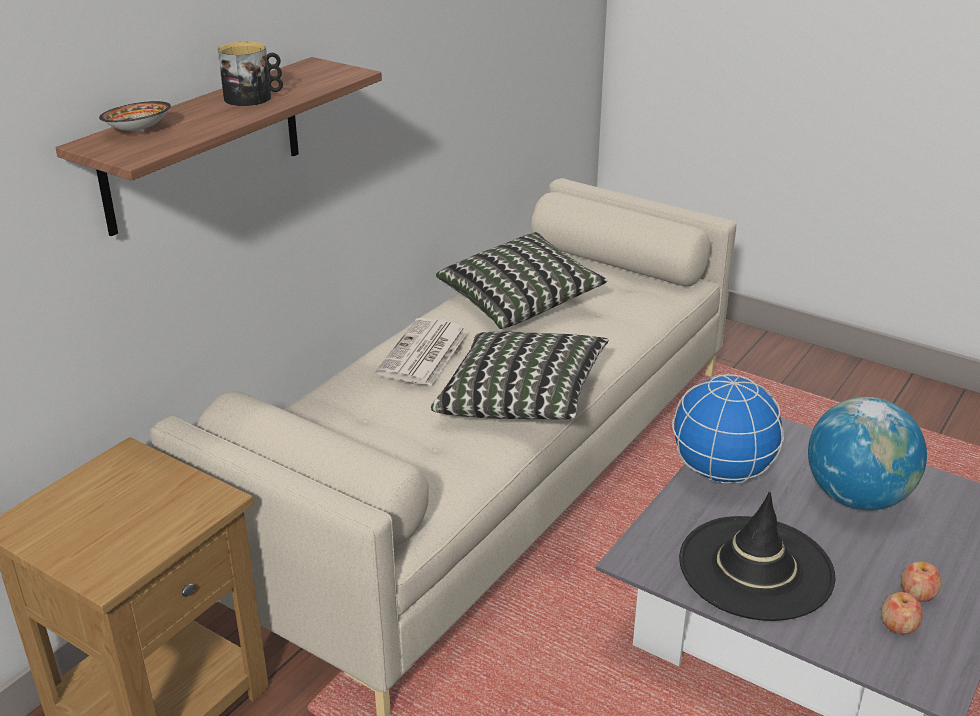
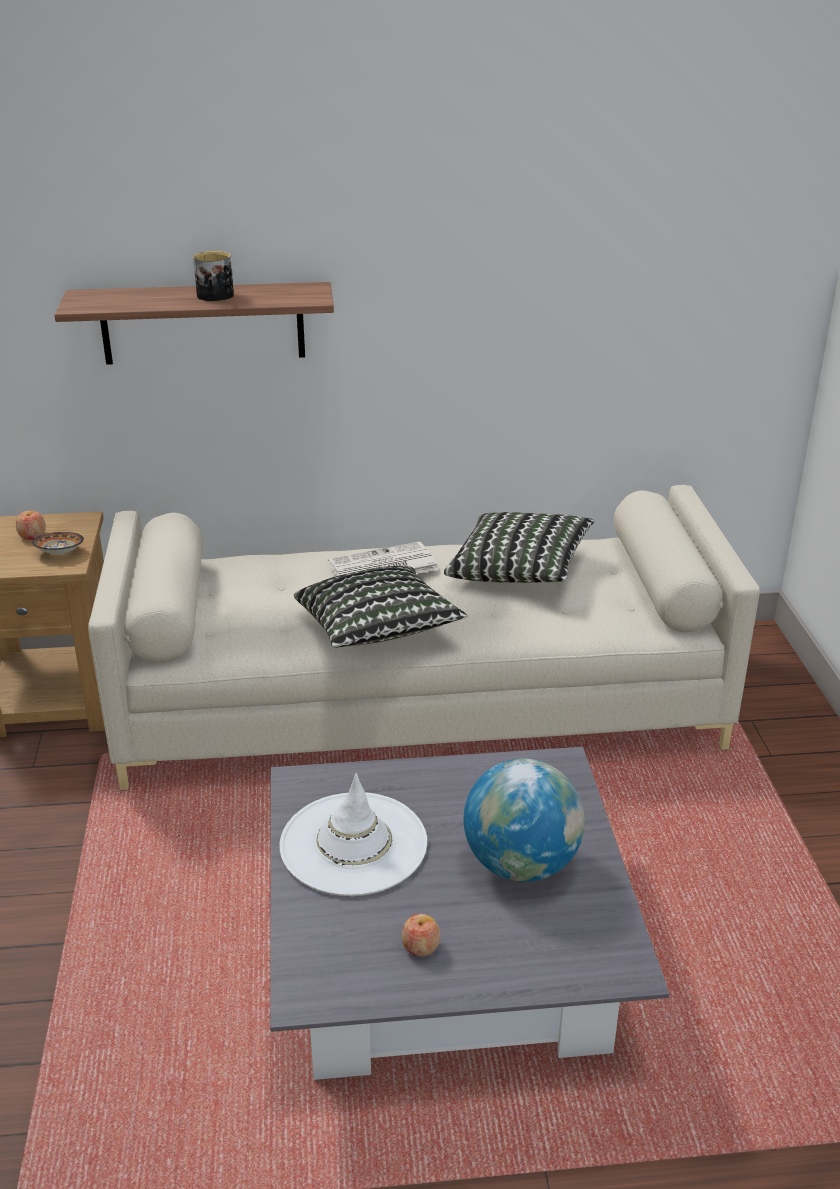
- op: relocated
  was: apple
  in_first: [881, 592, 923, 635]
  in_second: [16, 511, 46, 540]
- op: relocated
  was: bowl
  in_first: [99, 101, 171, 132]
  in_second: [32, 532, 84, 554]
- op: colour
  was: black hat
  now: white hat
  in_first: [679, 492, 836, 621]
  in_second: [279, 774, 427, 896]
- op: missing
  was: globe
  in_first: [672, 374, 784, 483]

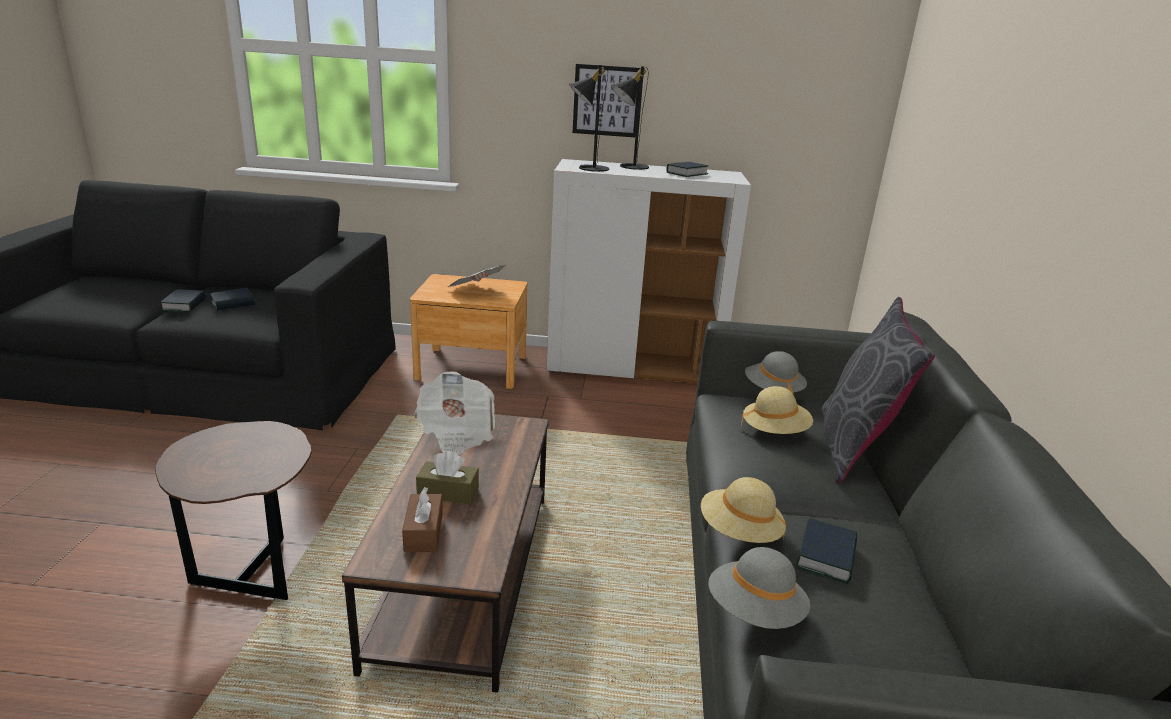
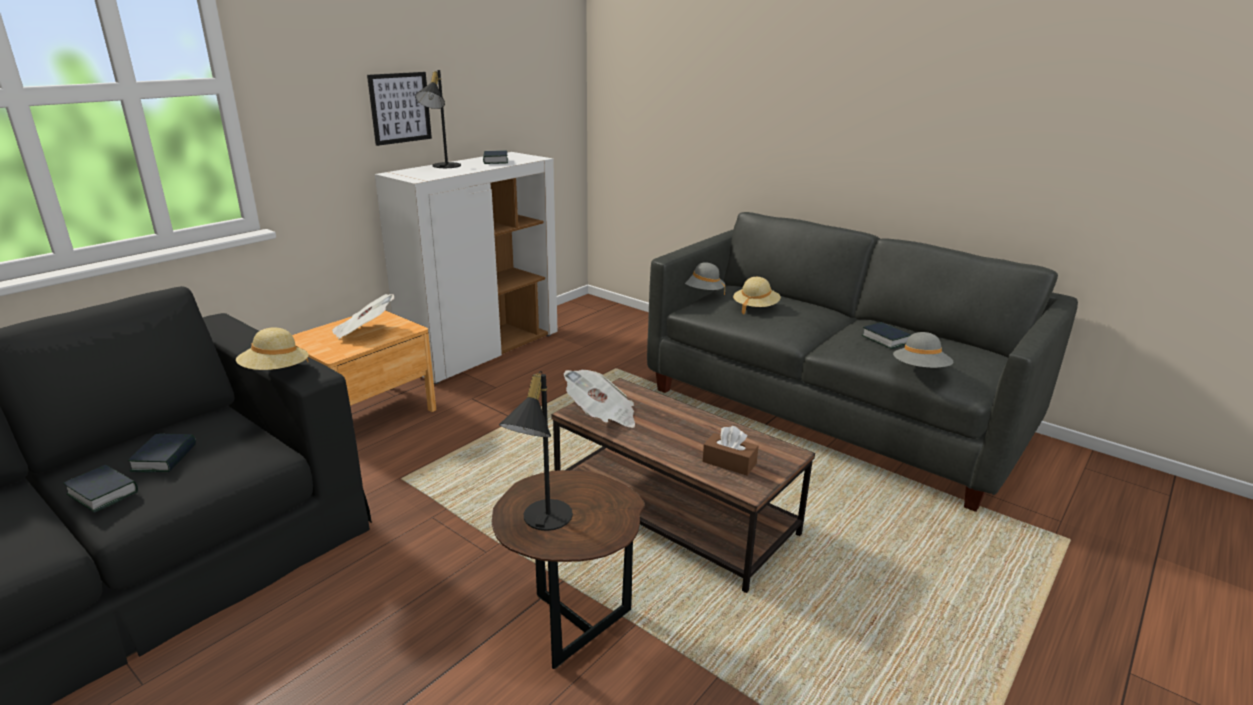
- op: relocated
  was: beige hat
  in_first: [701, 477, 786, 543]
  in_second: [236, 328, 309, 370]
- op: relocated
  was: black table lamp
  in_first: [569, 65, 609, 172]
  in_second: [499, 371, 573, 531]
- op: missing
  was: brown tissue box
  in_first: [416, 451, 479, 504]
- op: missing
  was: grey pillow
  in_first: [821, 297, 935, 484]

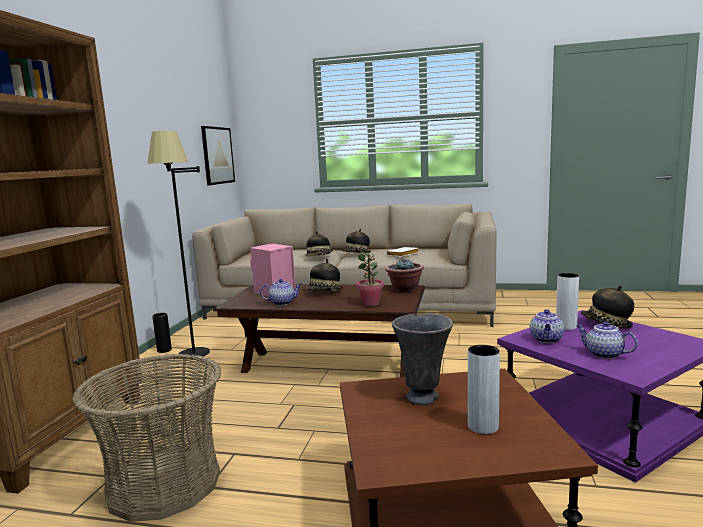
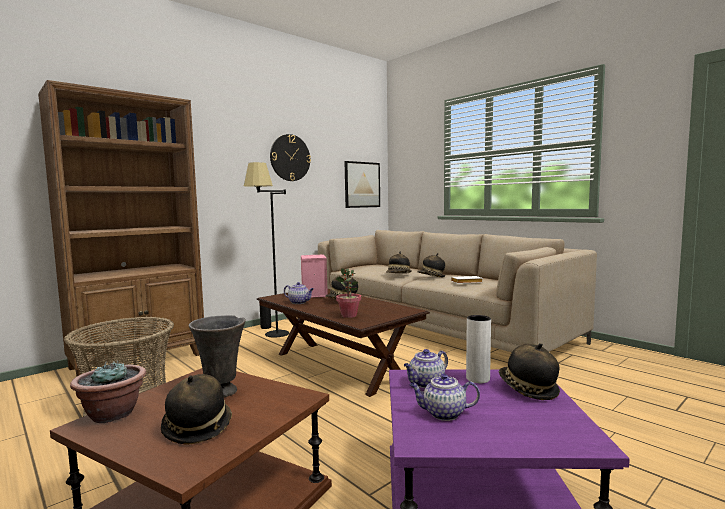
- op: relocated
  was: potted plant
  in_first: [385, 258, 424, 293]
  in_second: [70, 360, 146, 423]
- op: exchanged
  was: grey vase
  now: hat
  in_first: [468, 345, 500, 434]
  in_second: [161, 374, 232, 445]
- op: appeared
  now: wall clock
  in_second: [270, 134, 311, 181]
- op: spun
  was: teapot
  in_first: [576, 321, 638, 359]
  in_second: [409, 374, 480, 421]
  clockwise: -75

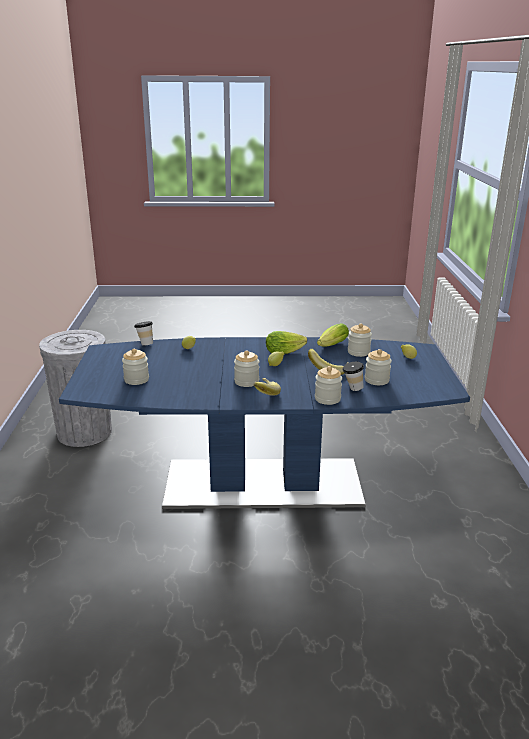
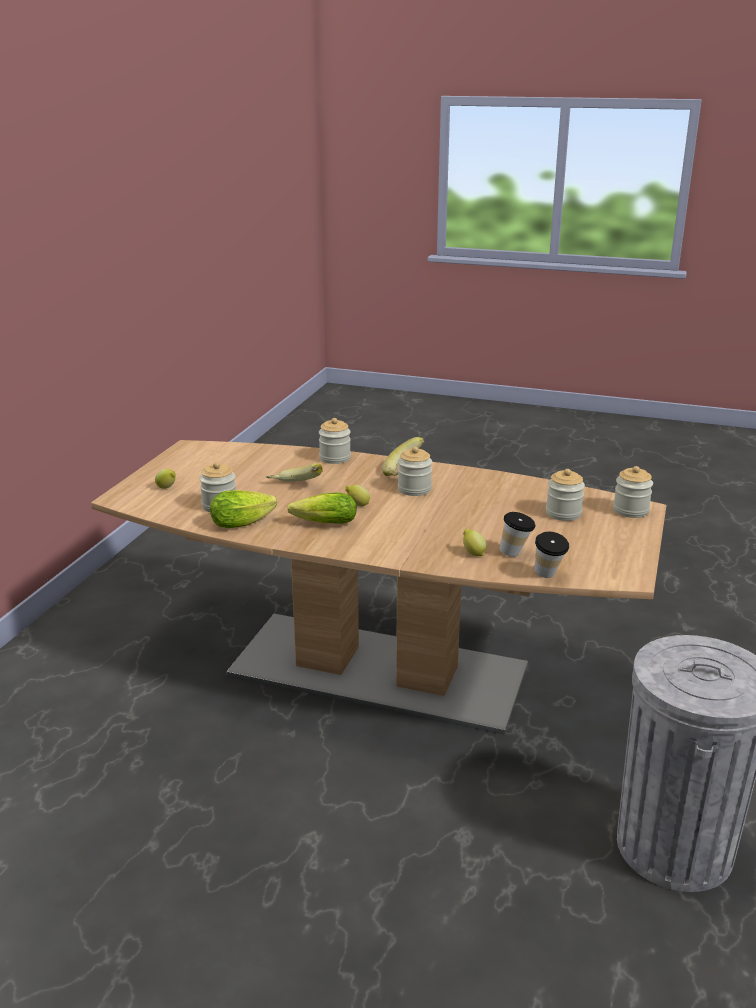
- op: colour
  was: blue dining table
  now: brown dining table
  in_first: [59, 337, 470, 509]
  in_second: [91, 440, 666, 735]
- op: relocated
  was: cup
  in_first: [342, 362, 364, 391]
  in_second: [500, 512, 536, 557]
- op: relocated
  was: jar
  in_first: [365, 349, 392, 385]
  in_second: [613, 466, 653, 518]

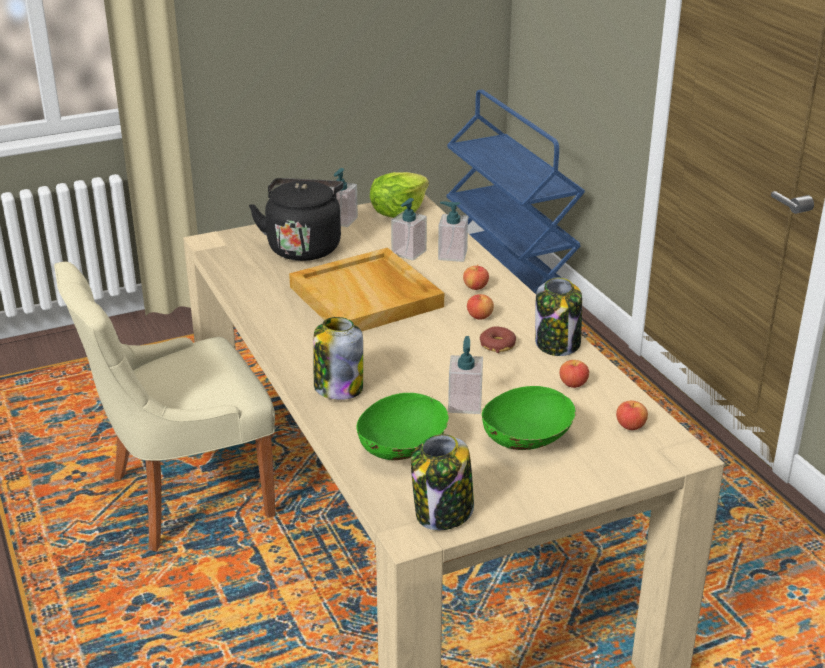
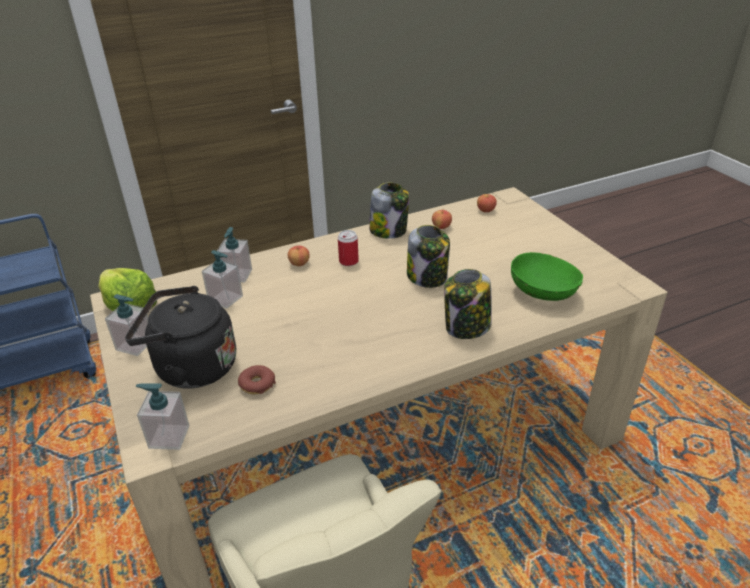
- op: relocated
  was: soap dispenser
  in_first: [448, 336, 483, 414]
  in_second: [136, 383, 190, 450]
- op: relocated
  was: donut
  in_first: [480, 326, 516, 353]
  in_second: [238, 365, 276, 394]
- op: exchanged
  was: apple
  now: can
  in_first: [467, 294, 494, 320]
  in_second: [338, 230, 359, 266]
- op: relocated
  was: jar
  in_first: [411, 434, 474, 530]
  in_second: [407, 225, 450, 288]
- op: missing
  was: beige tray
  in_first: [289, 248, 444, 331]
- op: missing
  was: green bowl
  in_first: [482, 386, 576, 450]

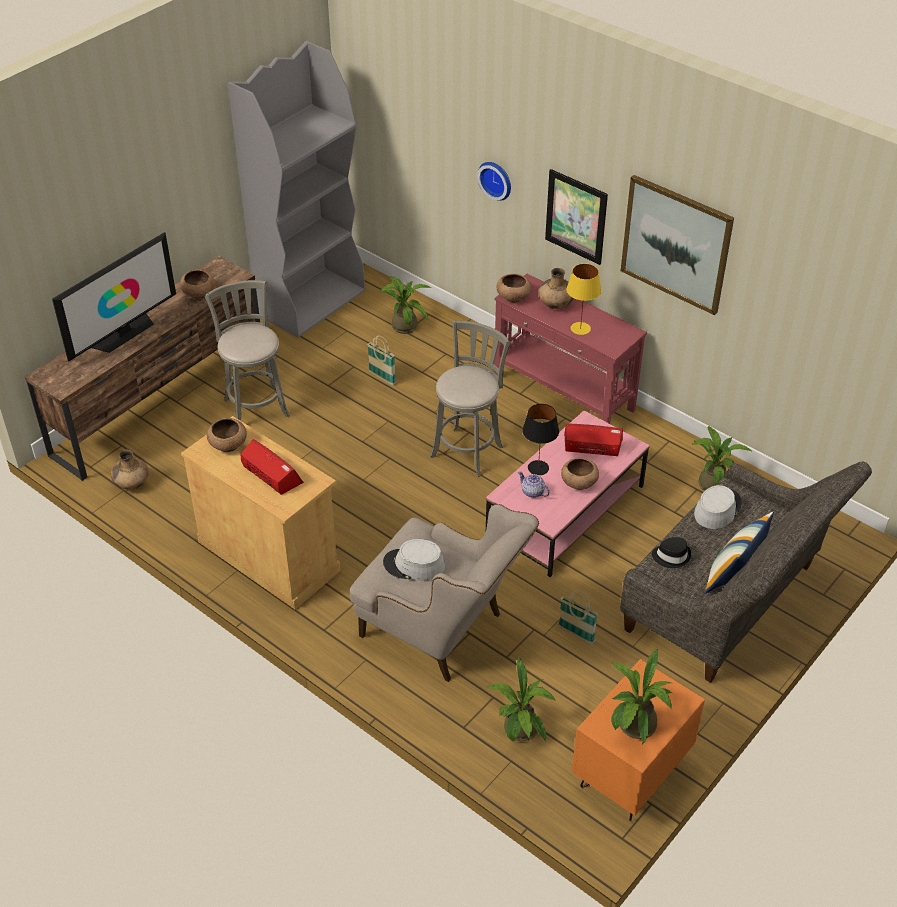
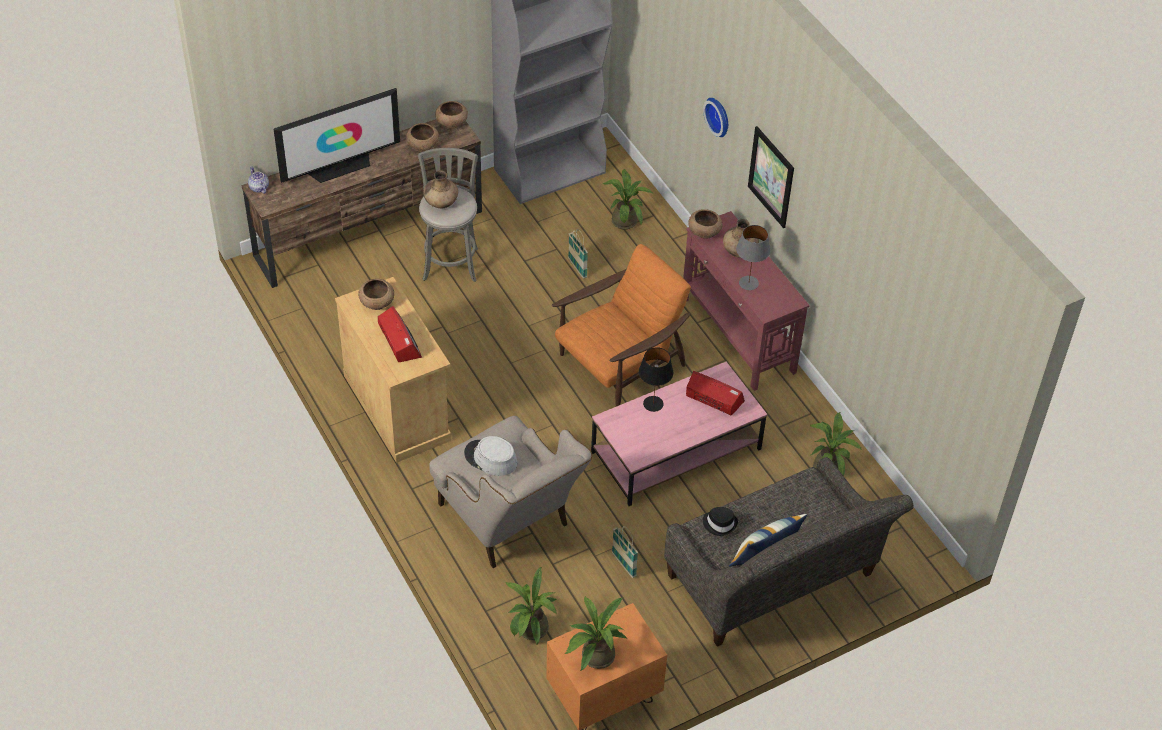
- op: relocated
  was: teapot
  in_first: [518, 471, 550, 498]
  in_second: [248, 167, 269, 194]
- op: relocated
  was: brown vase
  in_first: [111, 450, 149, 490]
  in_second: [423, 170, 458, 208]
- op: relocated
  was: brown bowl
  in_first: [561, 458, 599, 490]
  in_second: [435, 101, 468, 129]
- op: exchanged
  was: grey stool
  now: orange armchair
  in_first: [430, 321, 510, 477]
  in_second: [552, 244, 691, 407]
- op: colour
  was: yellow table lamp
  now: grey table lamp
  in_first: [567, 264, 601, 335]
  in_second: [736, 225, 770, 290]
- op: missing
  was: picture
  in_first: [621, 175, 734, 315]
- op: missing
  was: grey hat
  in_first: [694, 485, 742, 529]

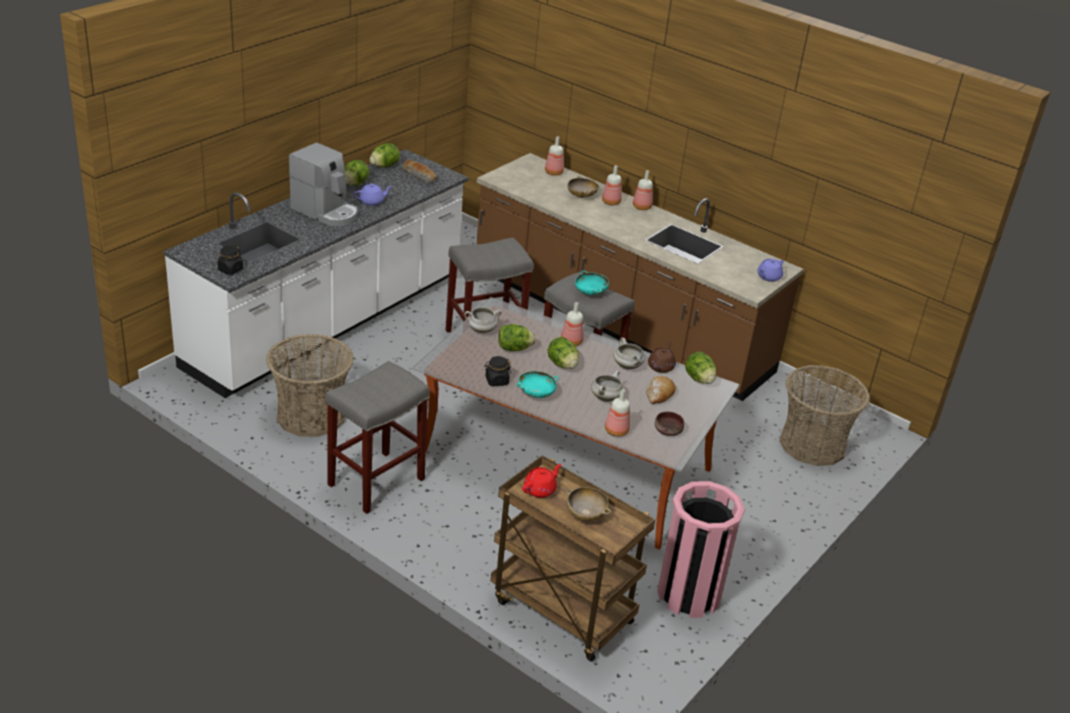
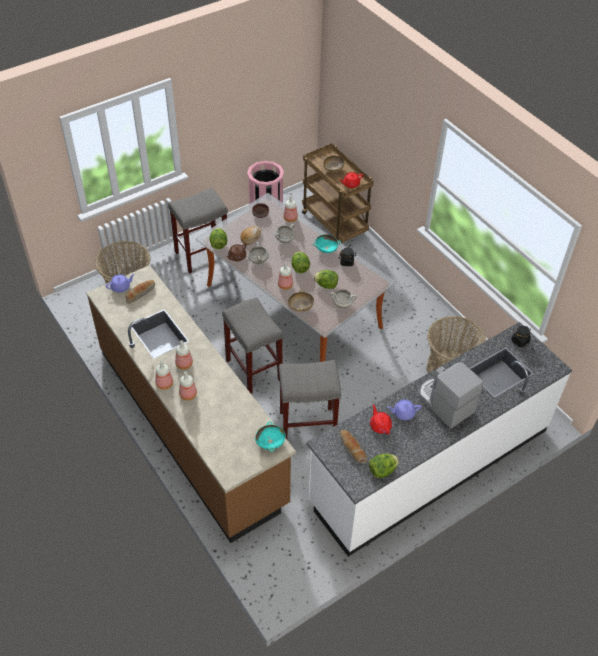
- op: appeared
  now: bread
  in_second: [125, 280, 155, 304]
- op: relocated
  was: grey stool
  in_first: [326, 361, 430, 514]
  in_second: [168, 188, 228, 274]
- op: relocated
  was: bottle
  in_first: [545, 136, 564, 176]
  in_second: [175, 341, 193, 369]
- op: relocated
  was: turquoise bowl
  in_first: [575, 271, 609, 295]
  in_second: [255, 421, 286, 452]
- op: relocated
  was: beige bowl
  in_first: [567, 176, 599, 198]
  in_second: [288, 289, 314, 312]
- op: appeared
  now: red teapot
  in_second: [370, 404, 392, 435]
- op: missing
  was: lettuce
  in_first: [345, 160, 369, 186]

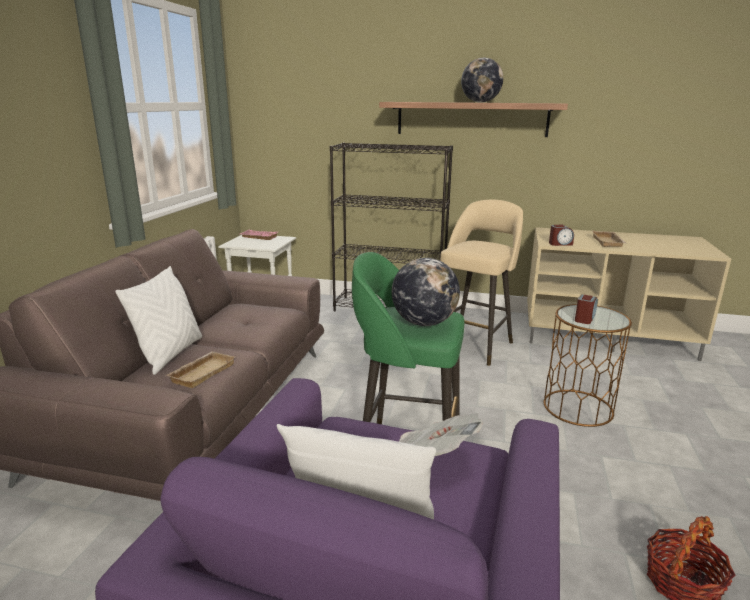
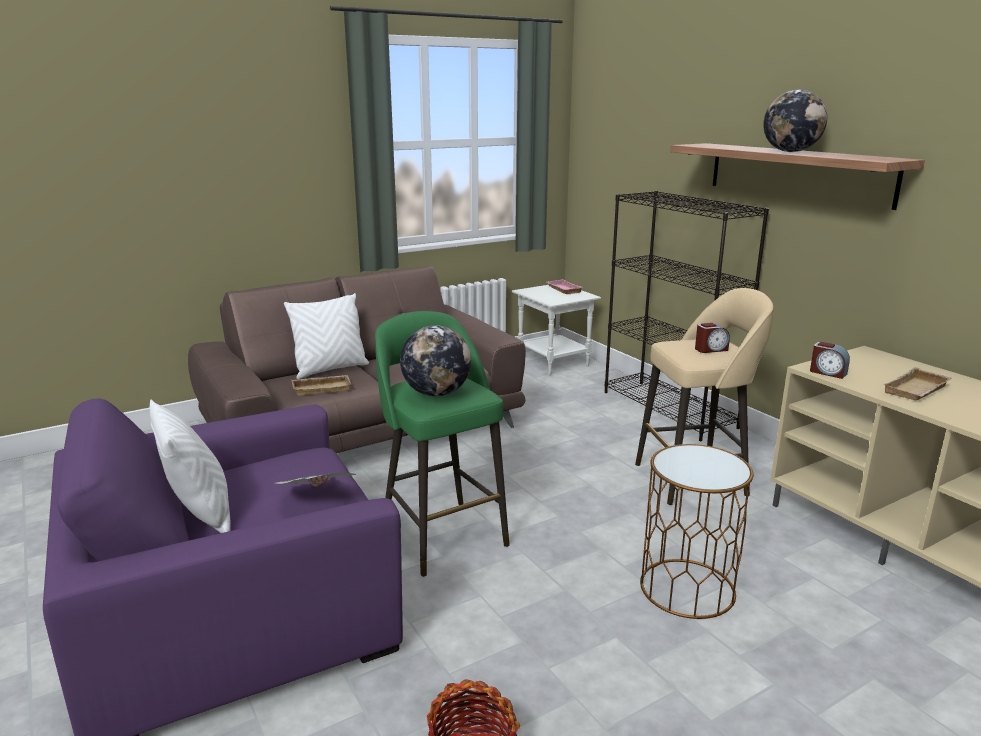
- op: relocated
  was: alarm clock
  in_first: [575, 294, 598, 324]
  in_second: [695, 323, 730, 353]

